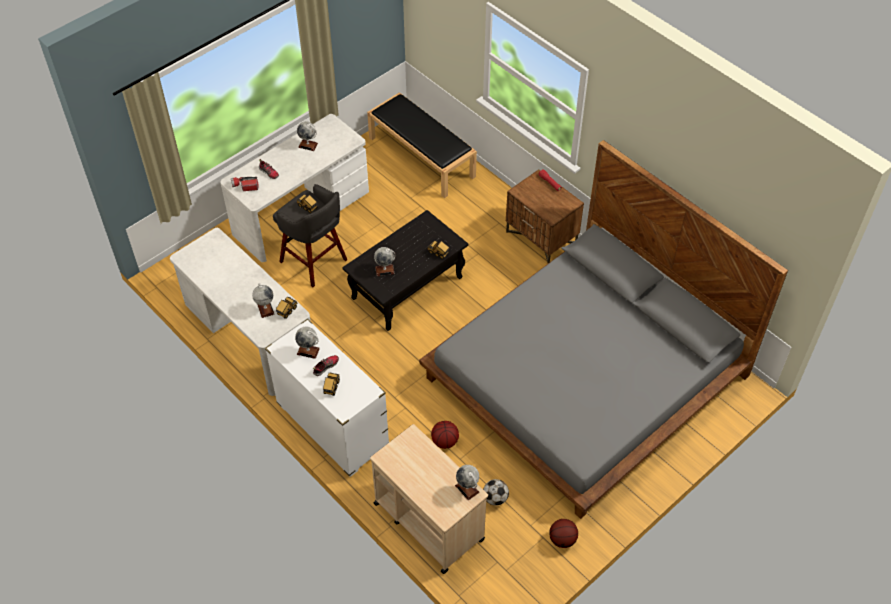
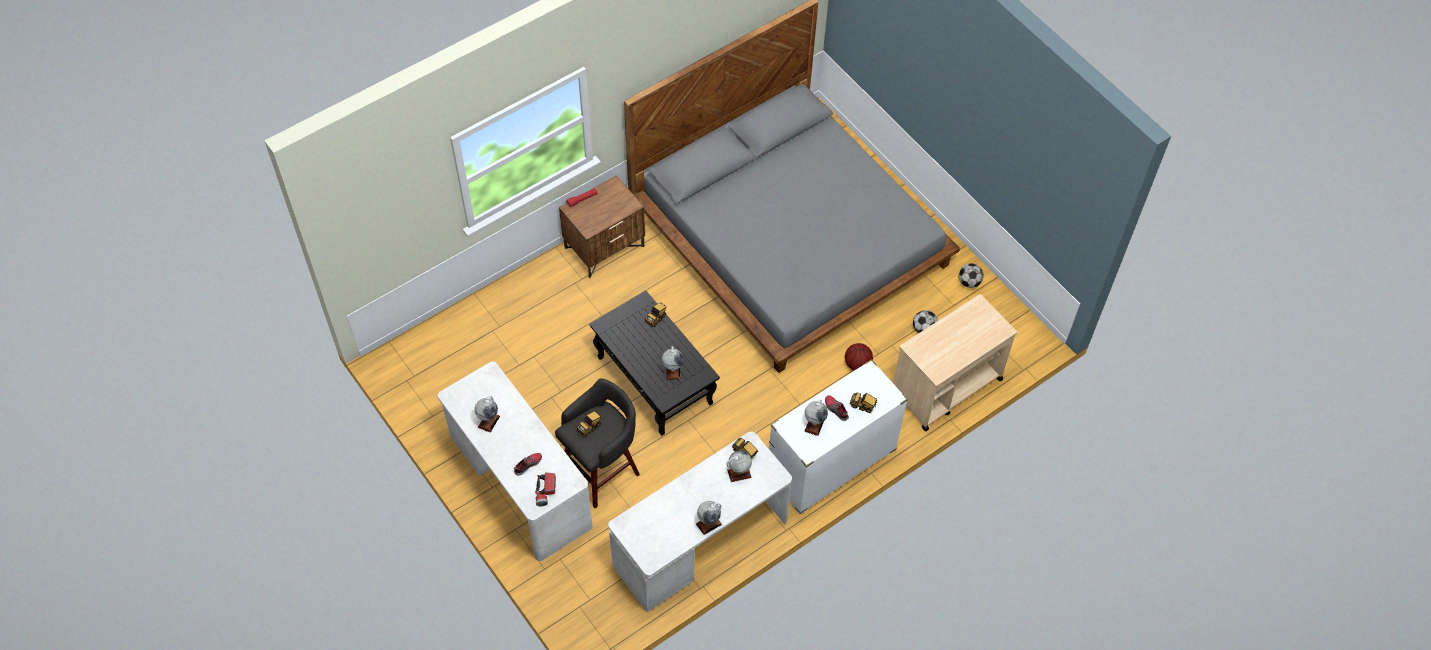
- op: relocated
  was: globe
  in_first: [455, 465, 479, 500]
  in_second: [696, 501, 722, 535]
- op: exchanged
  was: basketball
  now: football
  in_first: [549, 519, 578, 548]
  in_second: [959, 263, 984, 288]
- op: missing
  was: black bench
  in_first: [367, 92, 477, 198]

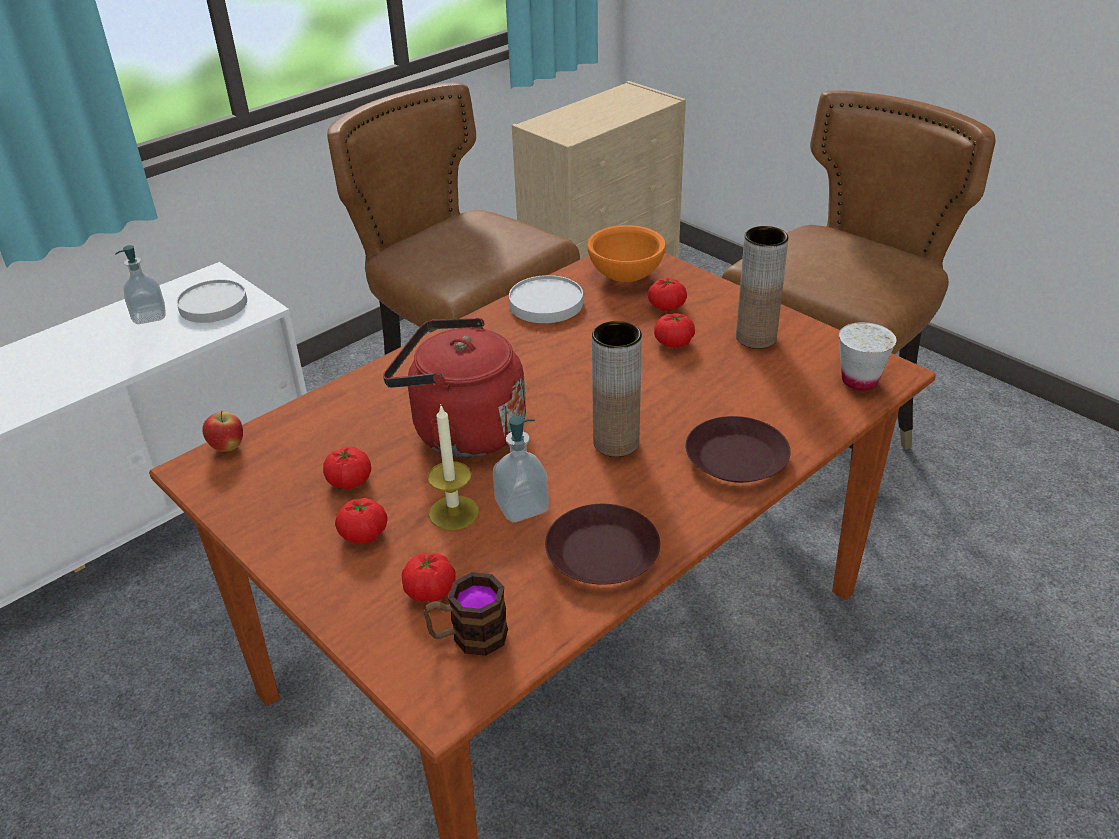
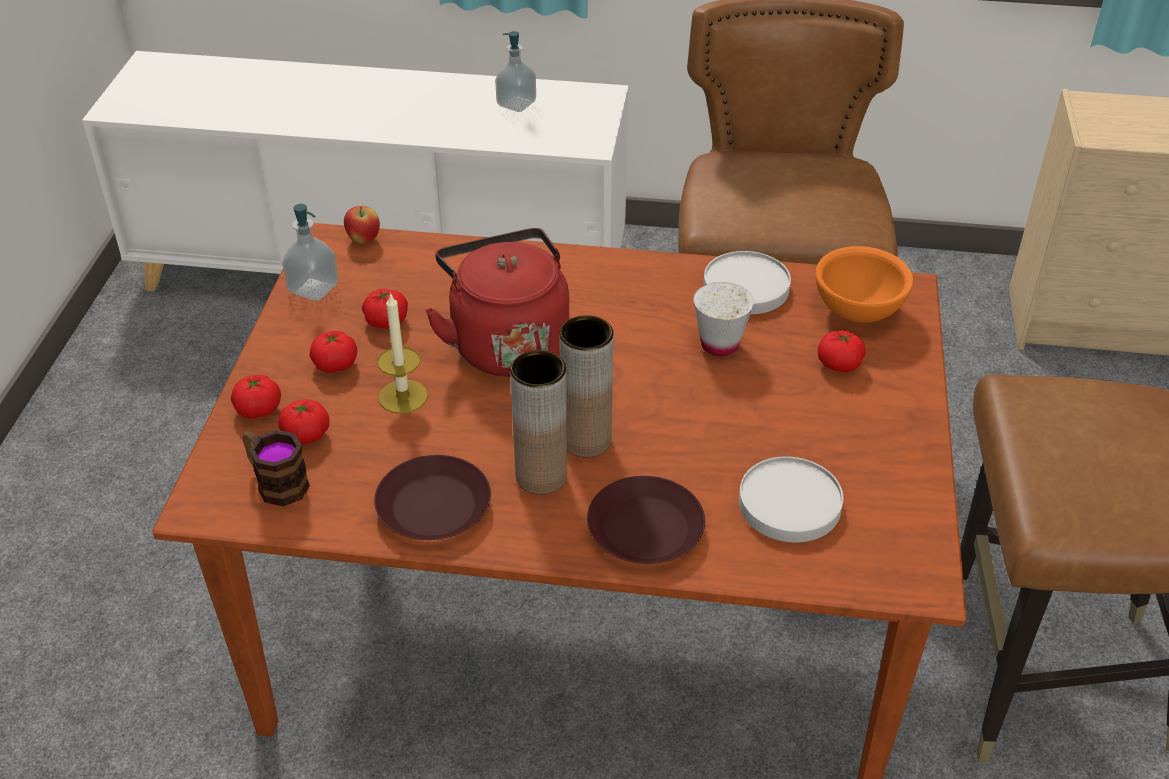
- op: relocated
  was: tomato
  in_first: [654, 313, 695, 348]
  in_second: [231, 375, 281, 419]
- op: relocated
  was: soap dispenser
  in_first: [493, 416, 549, 522]
  in_second: [282, 204, 338, 301]
- op: relocated
  was: brown vase
  in_first: [736, 226, 789, 349]
  in_second: [510, 350, 567, 495]
- op: relocated
  was: white cup
  in_first: [839, 322, 896, 391]
  in_second: [693, 282, 754, 356]
- op: relocated
  was: white plate
  in_first: [176, 279, 247, 323]
  in_second: [739, 457, 843, 542]

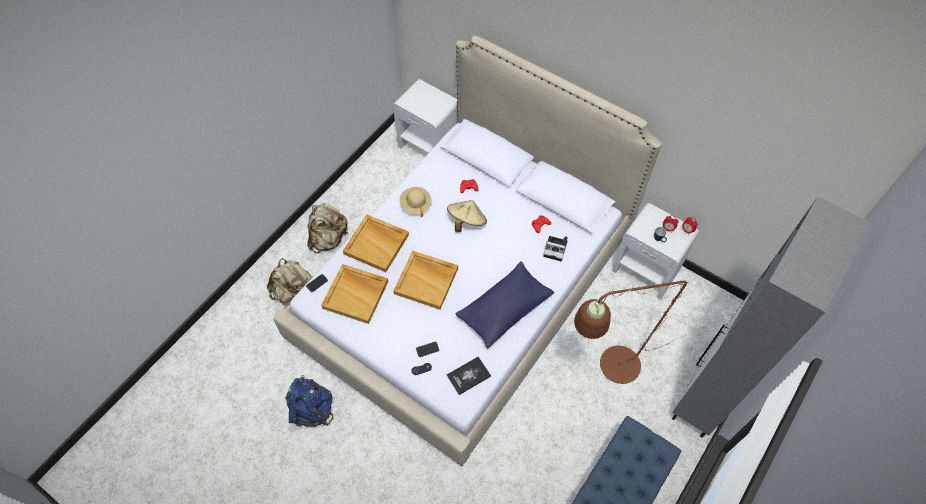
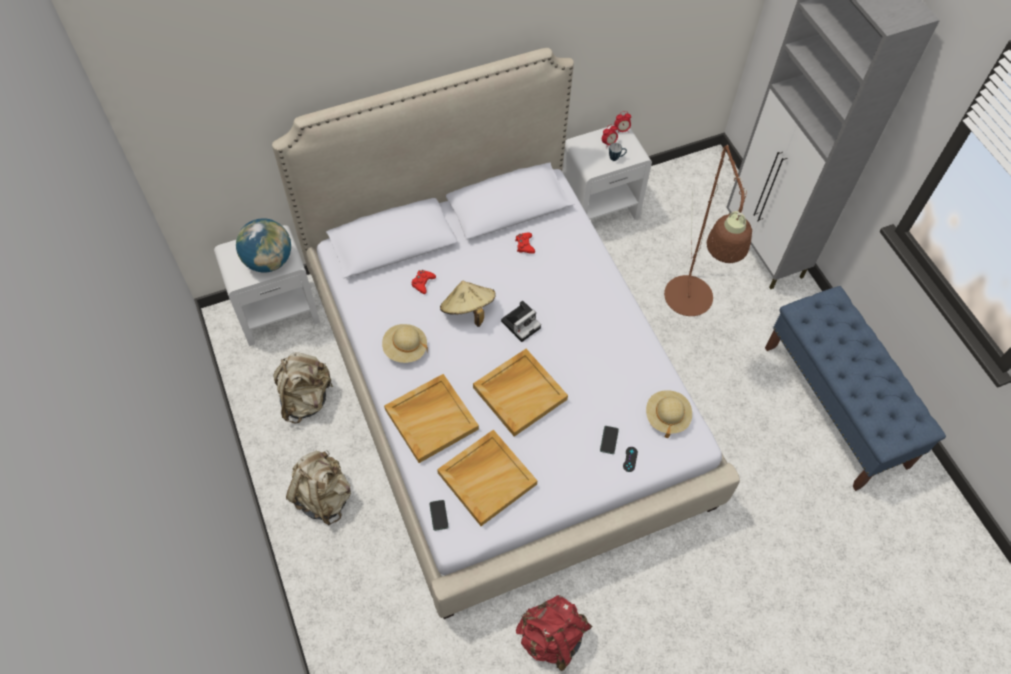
- op: appeared
  now: globe
  in_second: [236, 218, 291, 273]
- op: relocated
  was: beige backpack
  in_first: [267, 258, 313, 305]
  in_second: [273, 353, 334, 423]
- op: relocated
  was: photo camera
  in_first: [543, 236, 568, 262]
  in_second: [501, 301, 541, 342]
- op: colour
  was: blue backpack
  now: red backpack
  in_first: [285, 375, 333, 427]
  in_second: [516, 595, 592, 671]
- op: exchanged
  was: book
  now: beige hat
  in_first: [447, 356, 491, 395]
  in_second: [646, 390, 692, 438]
- op: missing
  was: blue pillow
  in_first: [455, 262, 554, 348]

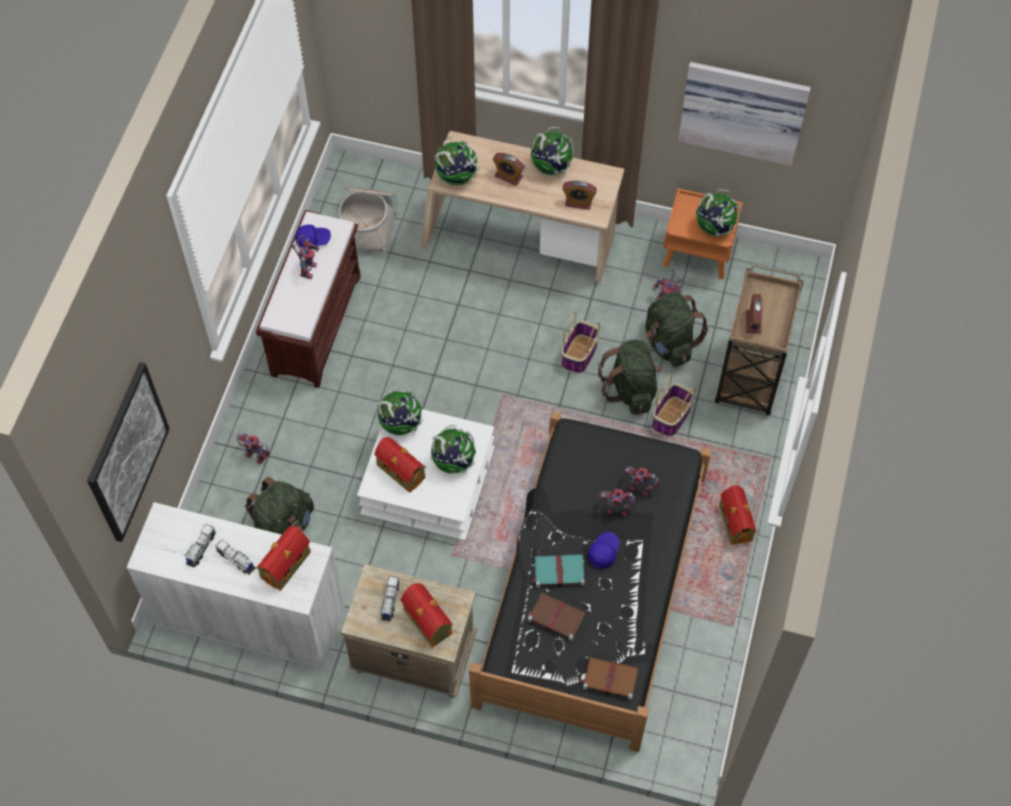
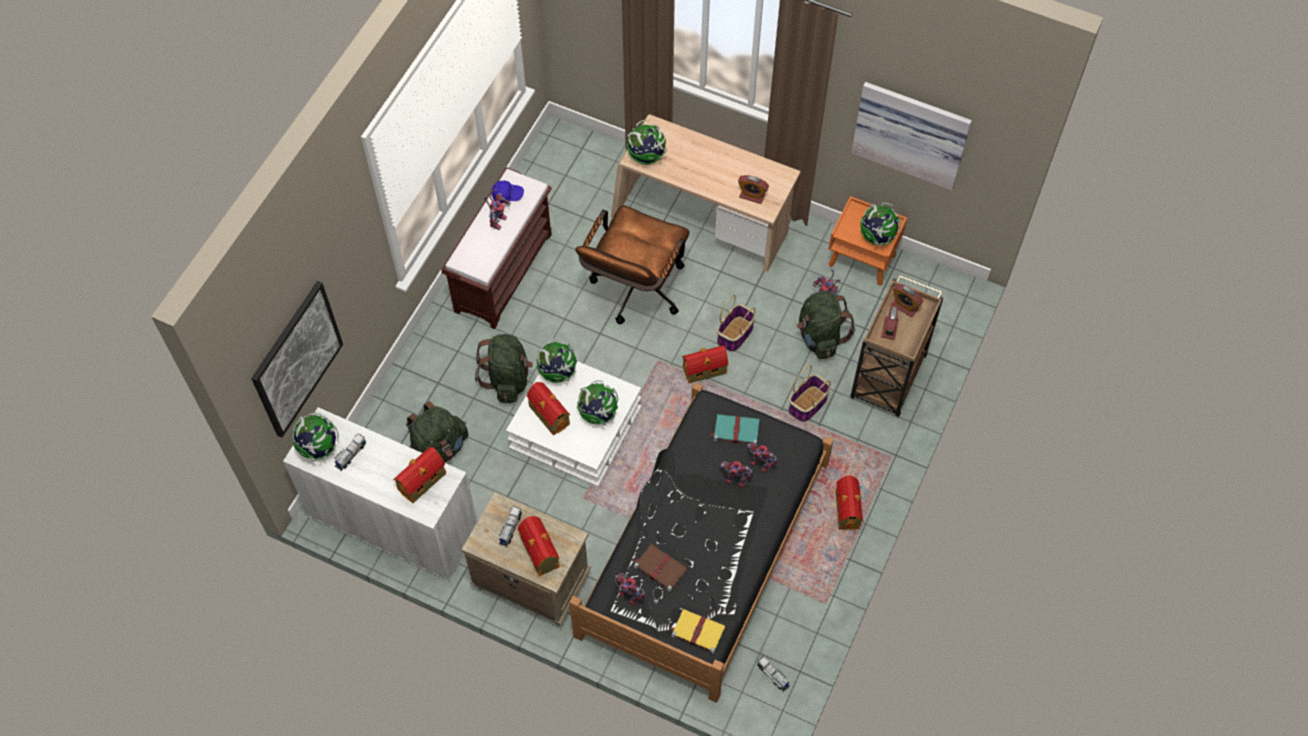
- op: relocated
  was: globe
  in_first: [530, 127, 574, 175]
  in_second: [292, 413, 339, 461]
- op: relocated
  was: green backpack
  in_first: [598, 340, 662, 415]
  in_second: [475, 334, 533, 403]
- op: appeared
  now: brown office chair
  in_second: [575, 205, 690, 324]
- op: relocated
  was: toy robot
  in_first: [236, 433, 270, 464]
  in_second: [615, 573, 645, 606]
- op: colour
  was: brown book
  now: yellow book
  in_first: [580, 657, 638, 700]
  in_second: [670, 609, 725, 654]
- op: appeared
  now: toy house
  in_second: [682, 345, 728, 383]
- op: relocated
  was: turquoise book
  in_first: [531, 554, 585, 588]
  in_second: [711, 414, 759, 445]
- op: relocated
  was: toy truck
  in_first: [216, 539, 256, 575]
  in_second: [757, 656, 790, 691]
- op: relocated
  was: alarm clock
  in_first: [493, 153, 525, 186]
  in_second: [892, 284, 923, 317]
- op: missing
  was: basket
  in_first: [338, 187, 397, 256]
- op: missing
  was: blue cap
  in_first: [588, 532, 620, 569]

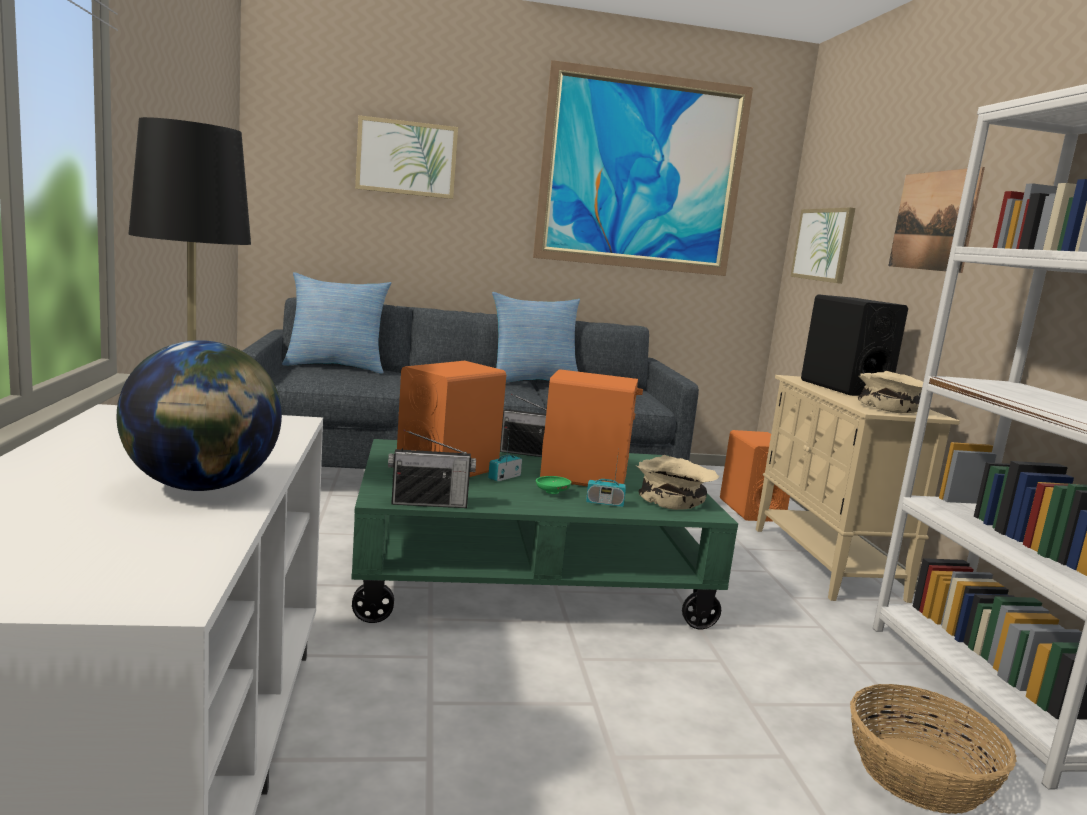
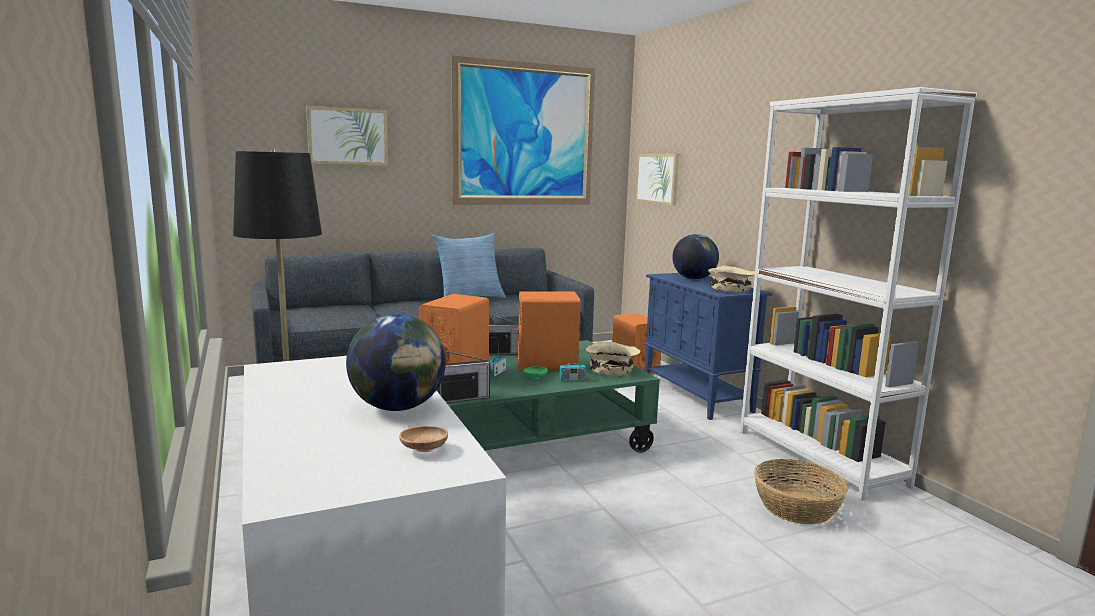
- op: appeared
  now: brown bowl
  in_second: [399, 426, 448, 452]
- op: colour
  was: beige cabinet
  now: blue cabinet
  in_first: [756, 375, 960, 603]
  in_second: [645, 273, 772, 420]
- op: exchanged
  was: black speaker
  now: globe
  in_first: [801, 294, 908, 396]
  in_second: [672, 234, 719, 279]
- op: missing
  was: pillow
  in_first: [282, 272, 391, 374]
- op: missing
  was: picture
  in_first: [888, 167, 985, 273]

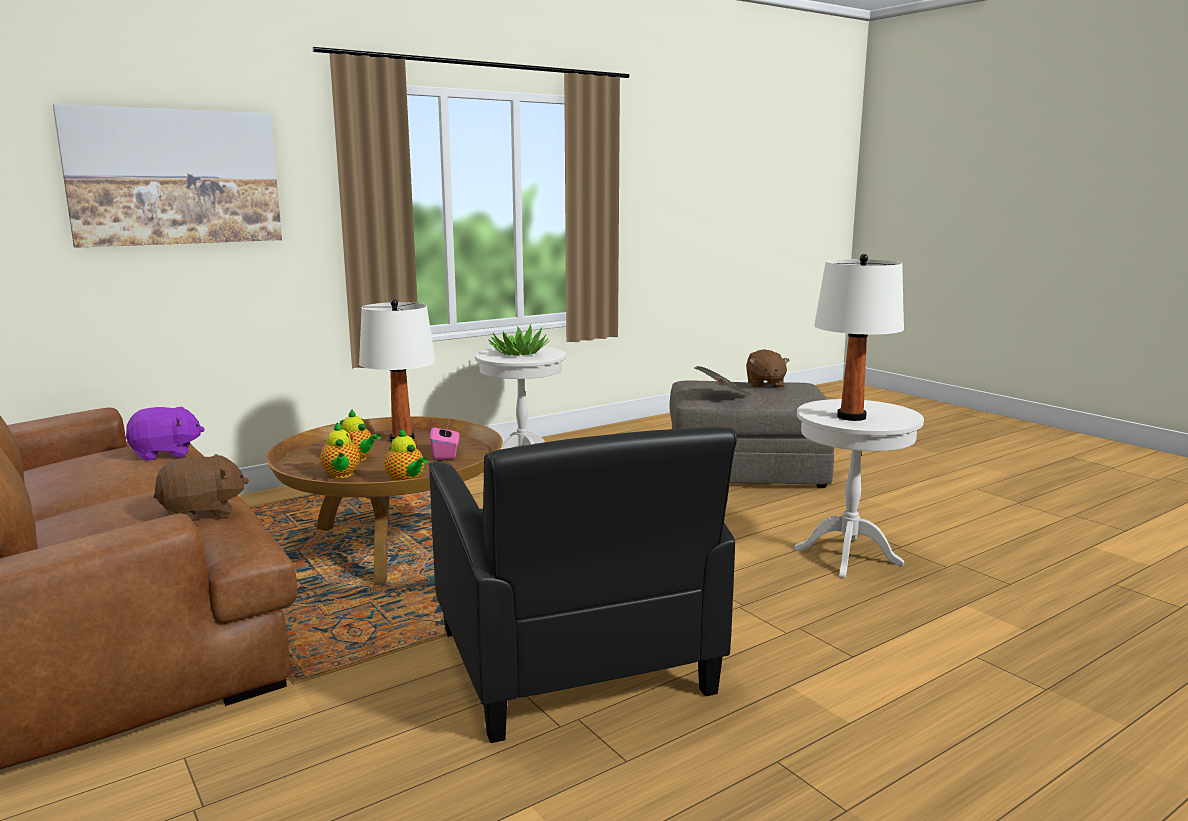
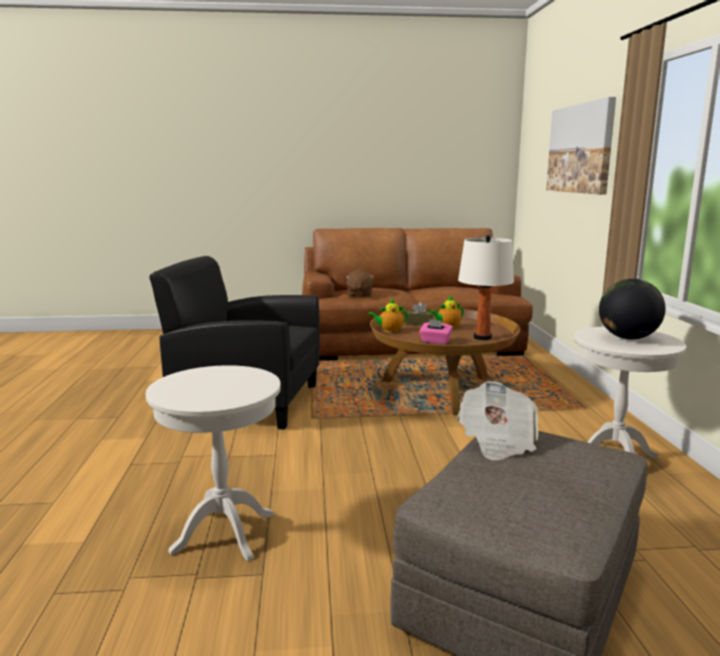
- op: exchanged
  was: teapot
  now: brown tissue box
  in_first: [320, 422, 360, 478]
  in_second: [406, 302, 433, 325]
- op: exchanged
  was: potted plant
  now: globe
  in_first: [488, 324, 550, 356]
  in_second: [599, 279, 666, 339]
- op: missing
  was: purple plush toy
  in_first: [125, 407, 205, 461]
- op: missing
  was: brown plush toy
  in_first: [746, 349, 790, 389]
- op: missing
  was: white table lamp
  in_first: [814, 254, 904, 421]

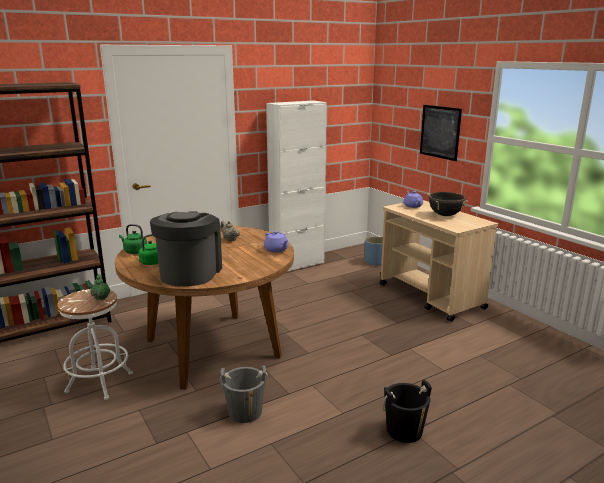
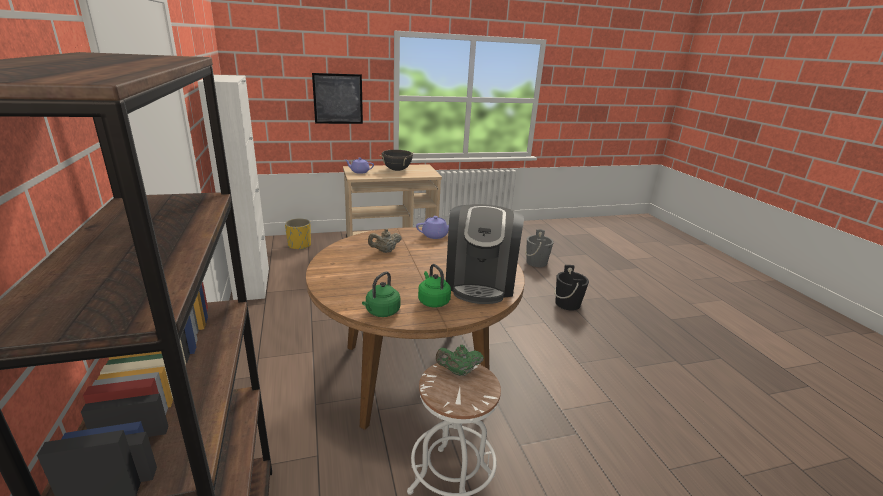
- op: colour
  was: blue planter
  now: yellow planter
  in_first: [365, 236, 383, 265]
  in_second: [285, 218, 311, 250]
- op: spun
  was: coffee machine
  in_first: [150, 211, 222, 286]
  in_second: [446, 204, 524, 304]
  clockwise: -105
- op: relocated
  was: grey bucket
  in_first: [220, 365, 268, 423]
  in_second: [525, 229, 554, 267]

